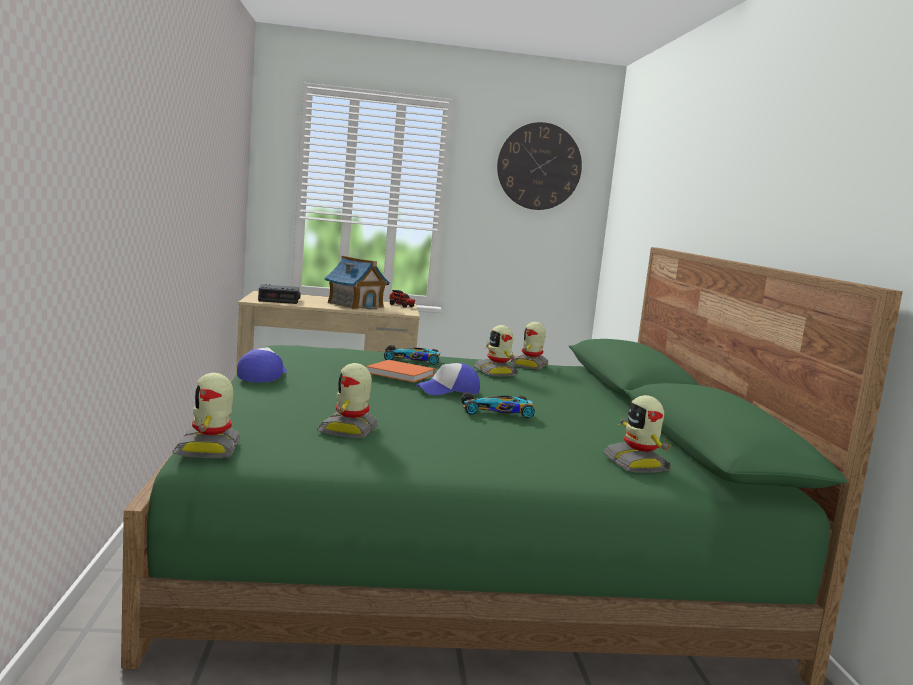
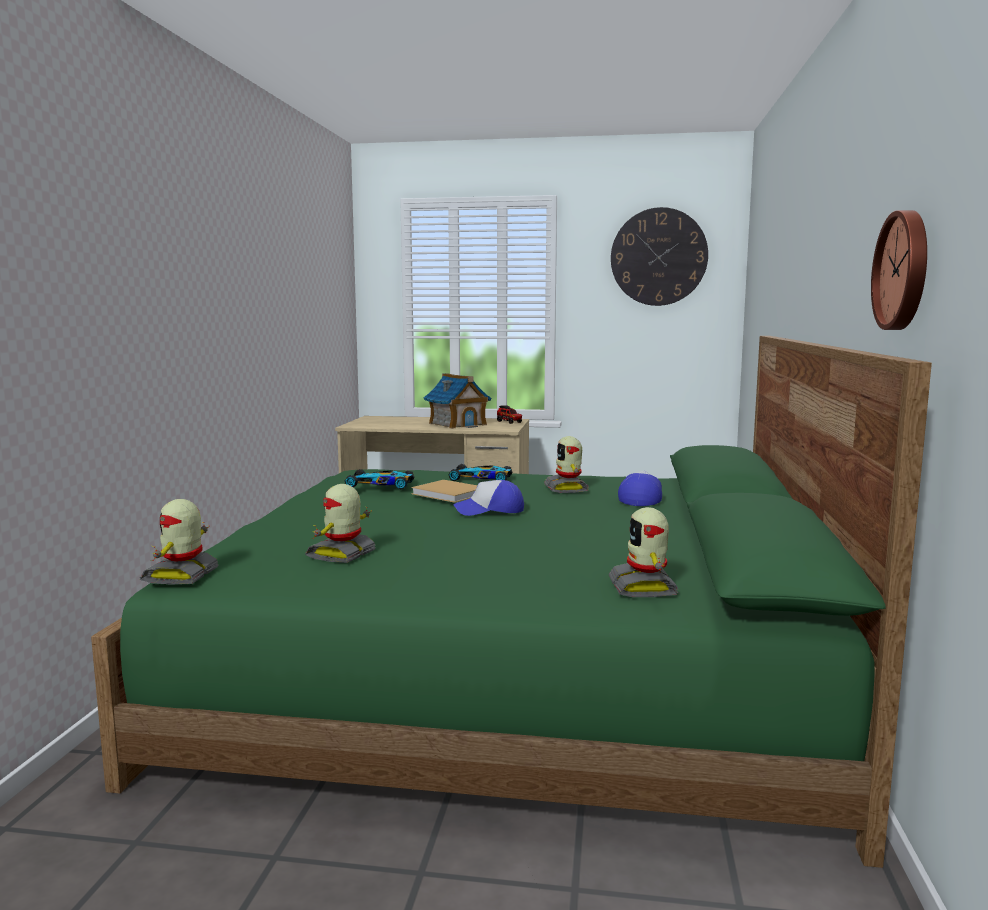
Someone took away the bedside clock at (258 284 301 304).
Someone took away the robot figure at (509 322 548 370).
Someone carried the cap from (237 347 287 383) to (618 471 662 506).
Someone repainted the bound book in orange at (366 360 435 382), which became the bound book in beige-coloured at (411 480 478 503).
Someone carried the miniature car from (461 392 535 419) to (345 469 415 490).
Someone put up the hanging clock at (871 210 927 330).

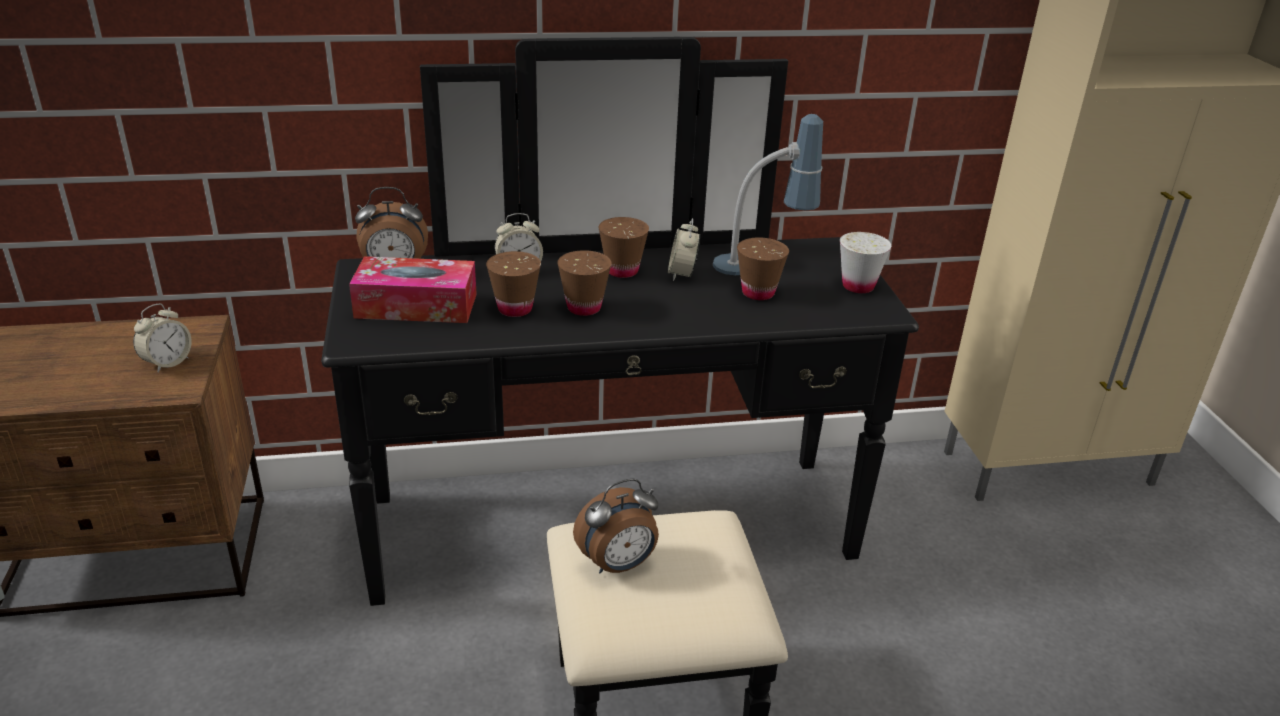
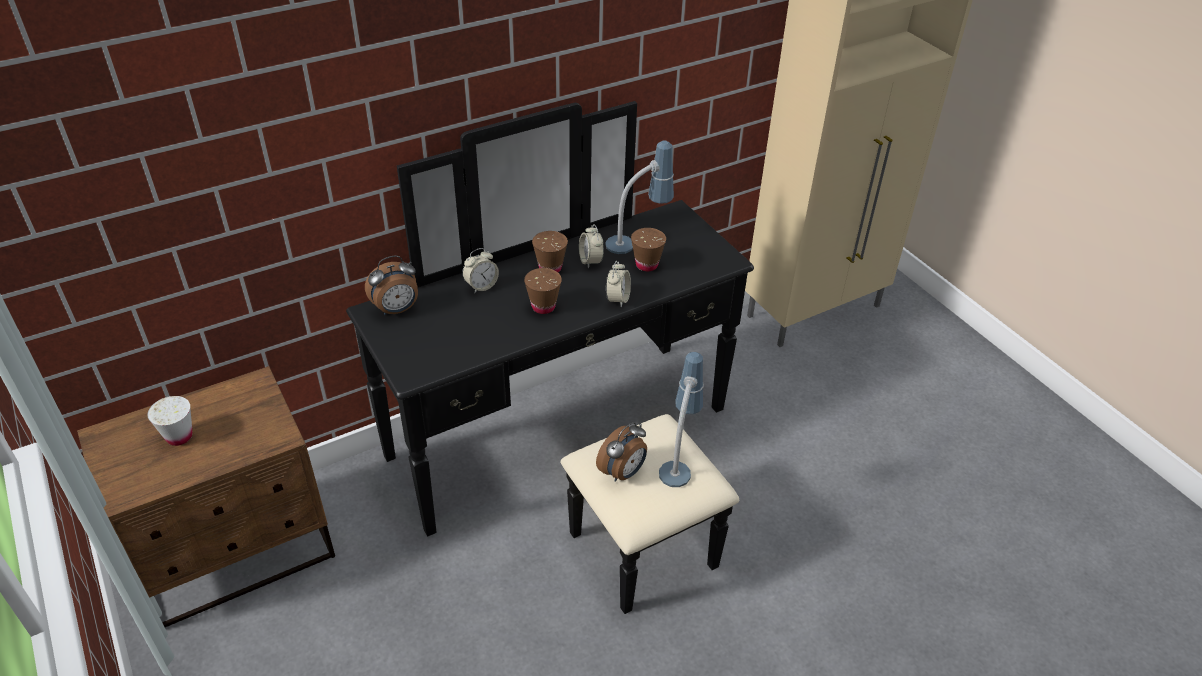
Someone carried the cup in whitish from (840 232 891 293) to (147 396 192 446).
Someone took away the cup in brown at (486 251 541 317).
Someone took away the box of tissues at (349 256 477 323).
Someone carried the bedside clock from (133 303 192 373) to (606 261 631 307).
Someone put down the tabletop lamp at (659 352 704 487).

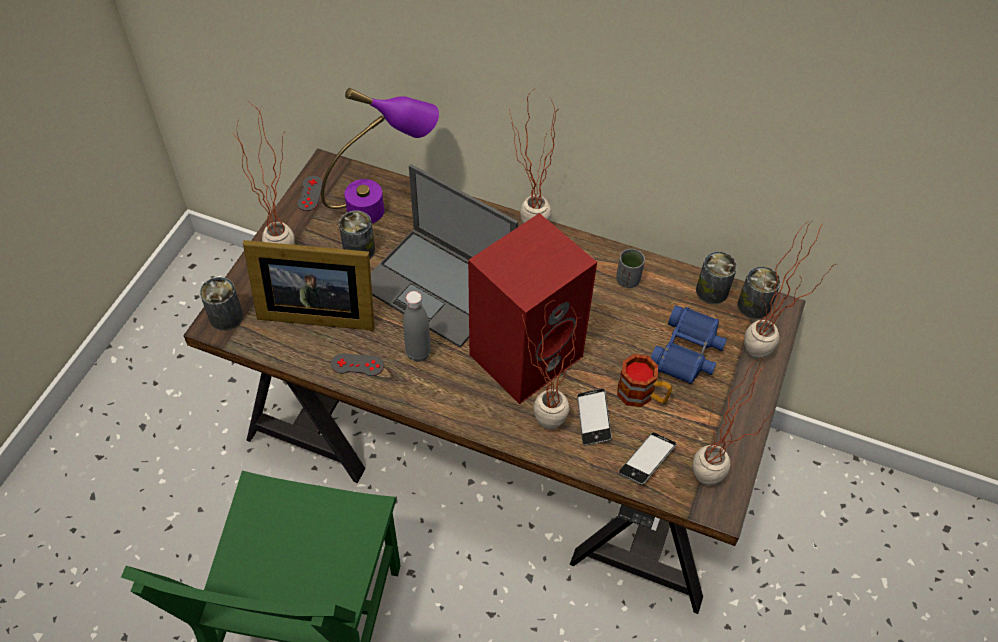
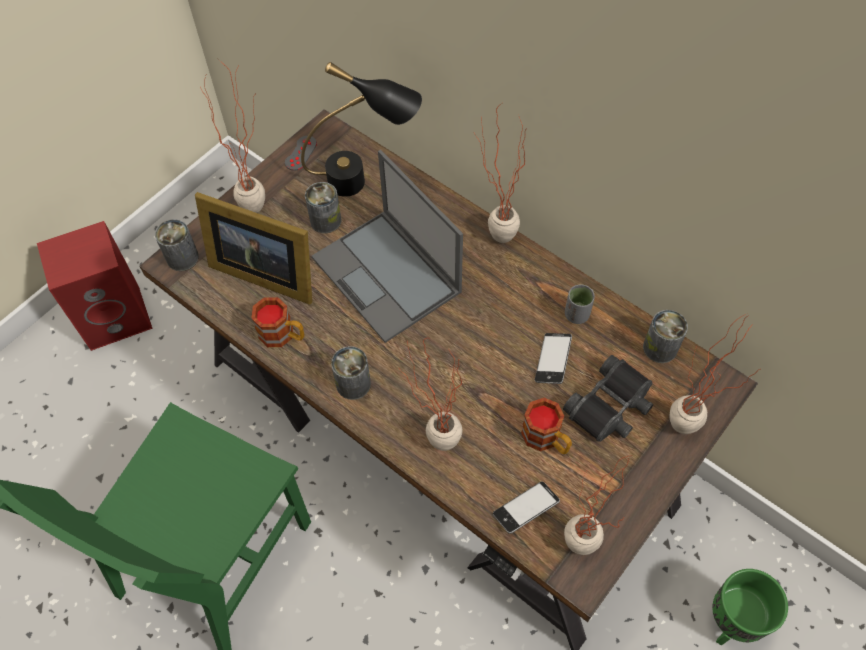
Someone repainted the tabletop lamp in purplish at (321 88 439 223), which became the tabletop lamp in black at (301 62 422 197).
Someone carried the speaker in reddish from (468 213 597 404) to (37 221 153 351).
Someone carried the sealed can from (738 266 781 319) to (331 346 371 400).
Someone took away the beverage bottle in greyish at (403 291 431 362).
Someone repainted the pair of binoculars in blue-coloured at (651 305 727 384), which became the pair of binoculars in black at (563 355 653 442).
Someone swapped the joypad in greyish at (331 353 384 376) for the mug at (252 297 304 347).
Someone carried the phone from (577 389 612 446) to (535 333 572 384).
Someone put down the planter in greenish at (712 569 788 645).

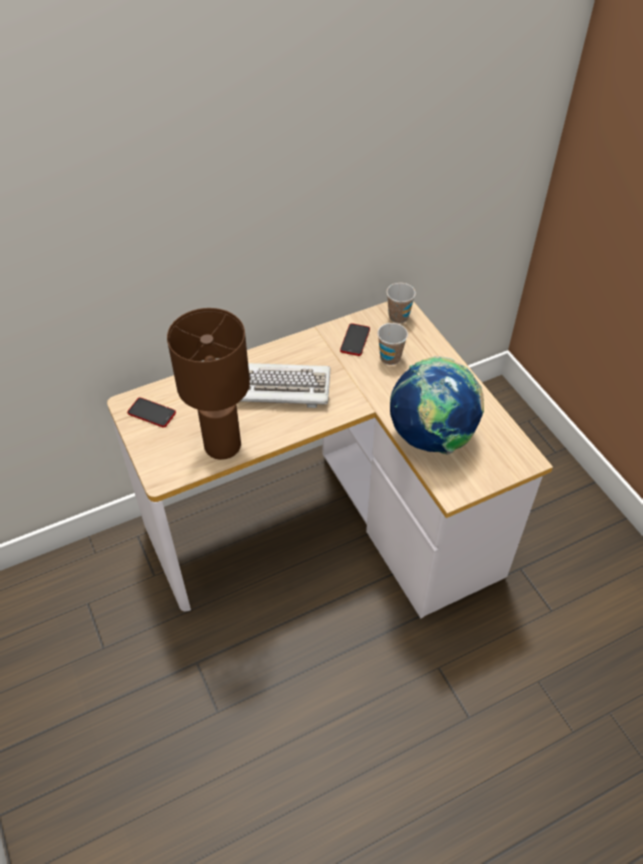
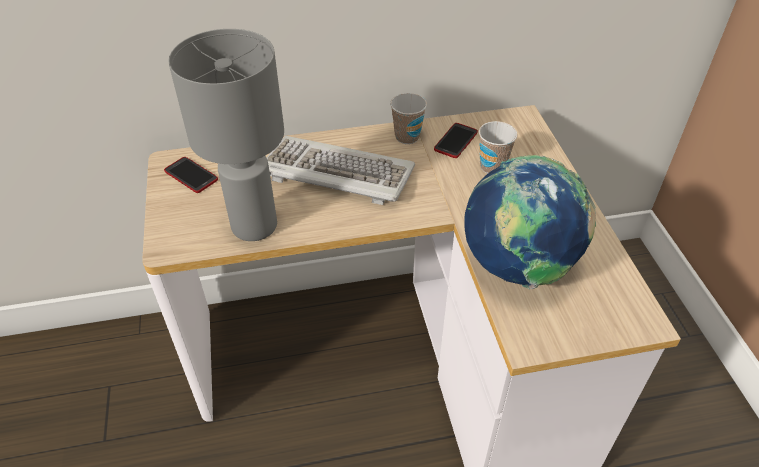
Someone carried the cup from (387 283 416 323) to (390 93 427 144).
Someone repainted the tabletop lamp in brown at (167 308 250 460), which became the tabletop lamp in greyish at (168 29 284 241).

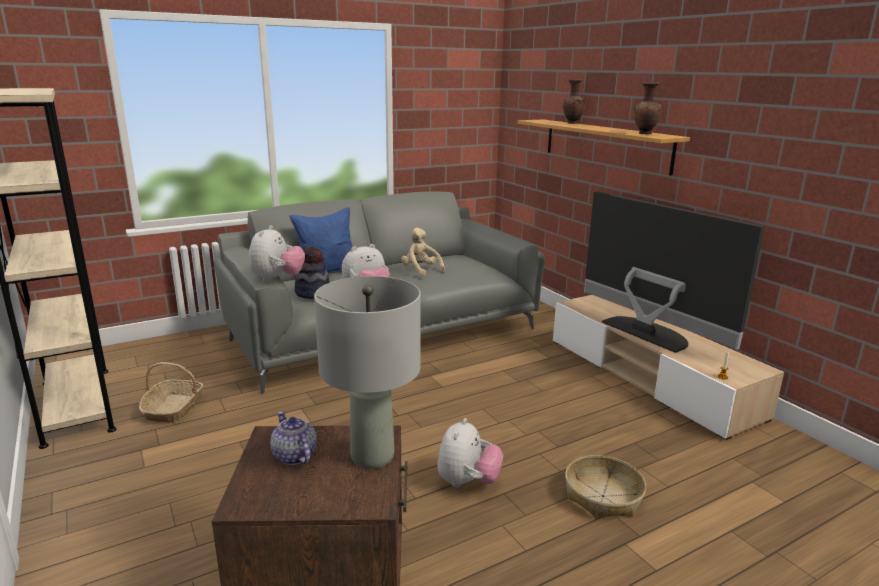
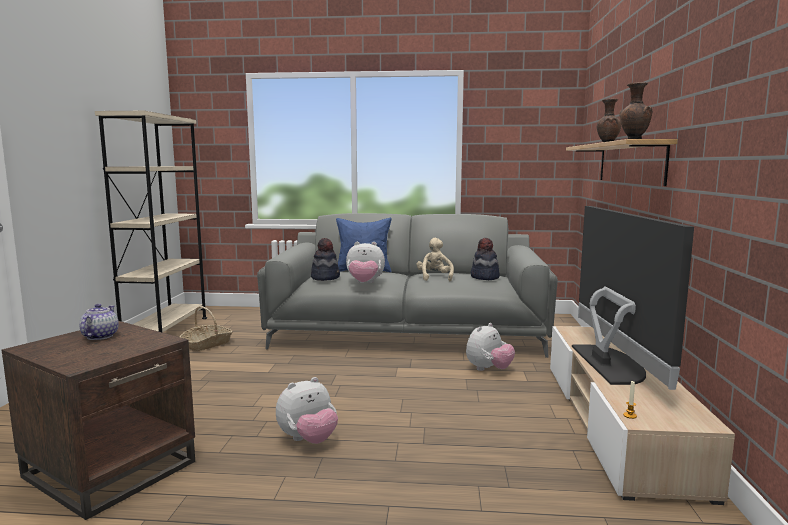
Someone carried the soft toy from (249 225 305 282) to (466 323 515 371).
Someone took away the tabletop lamp in greyish at (314 276 421 469).
Someone took away the storage basket at (565 455 647 519).
Someone put down the clothing hat at (471 238 500 280).

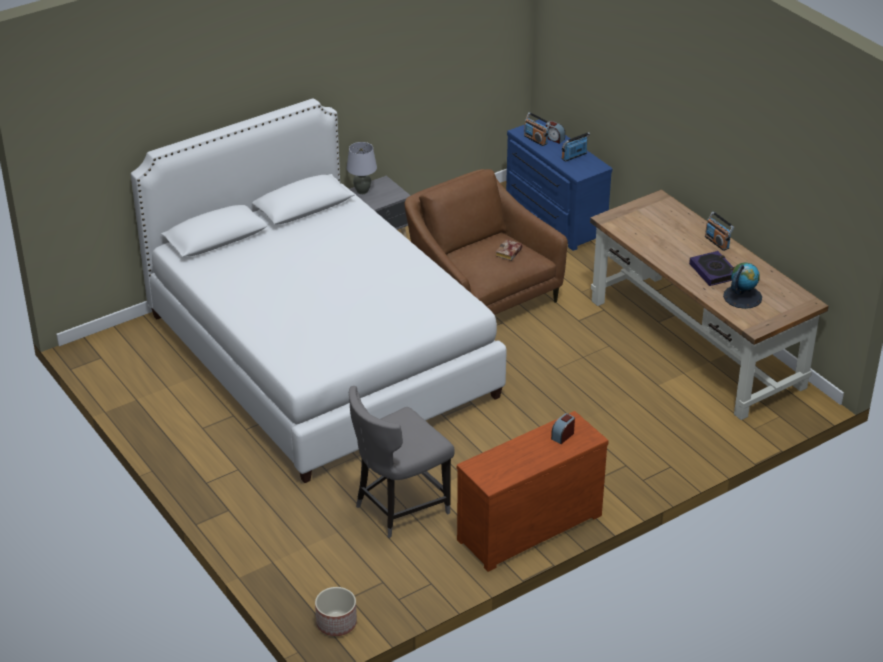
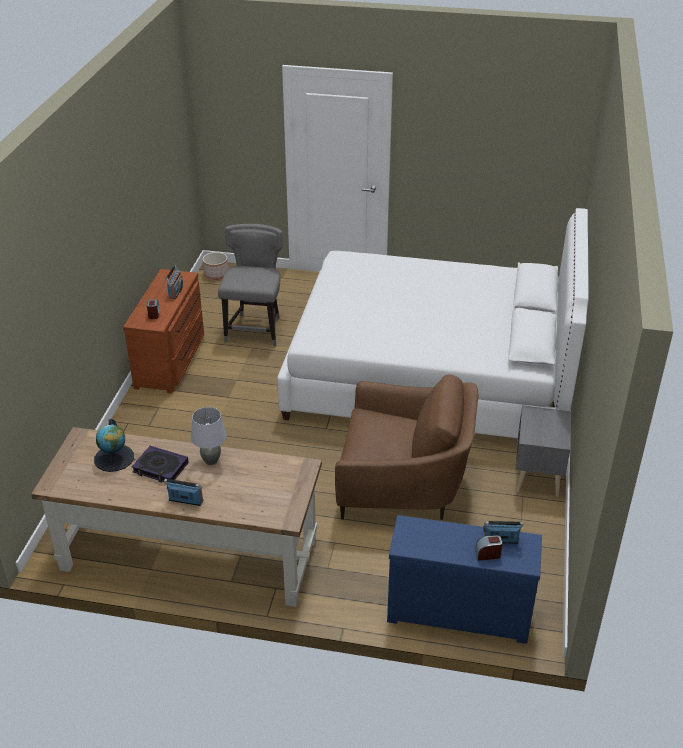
Someone carried the radio from (561 132 590 162) to (165 265 183 299).
Someone carried the tabletop lamp in greyish from (347 142 377 194) to (191 407 227 465).
Someone took away the bound book at (496 239 522 261).

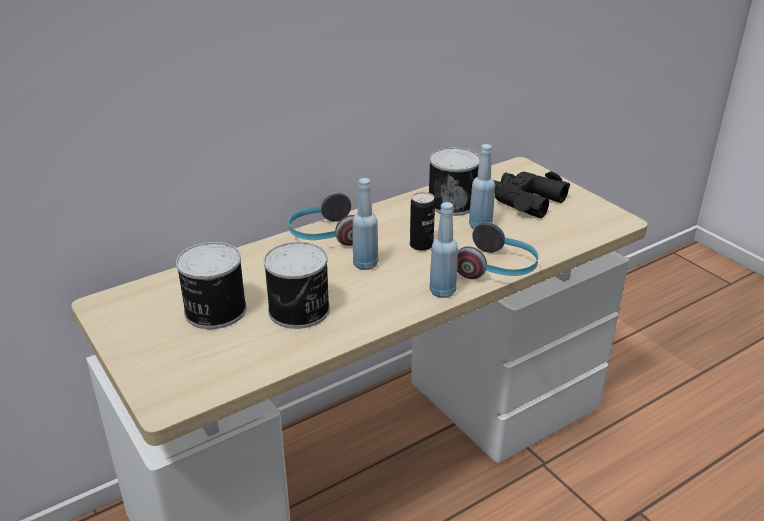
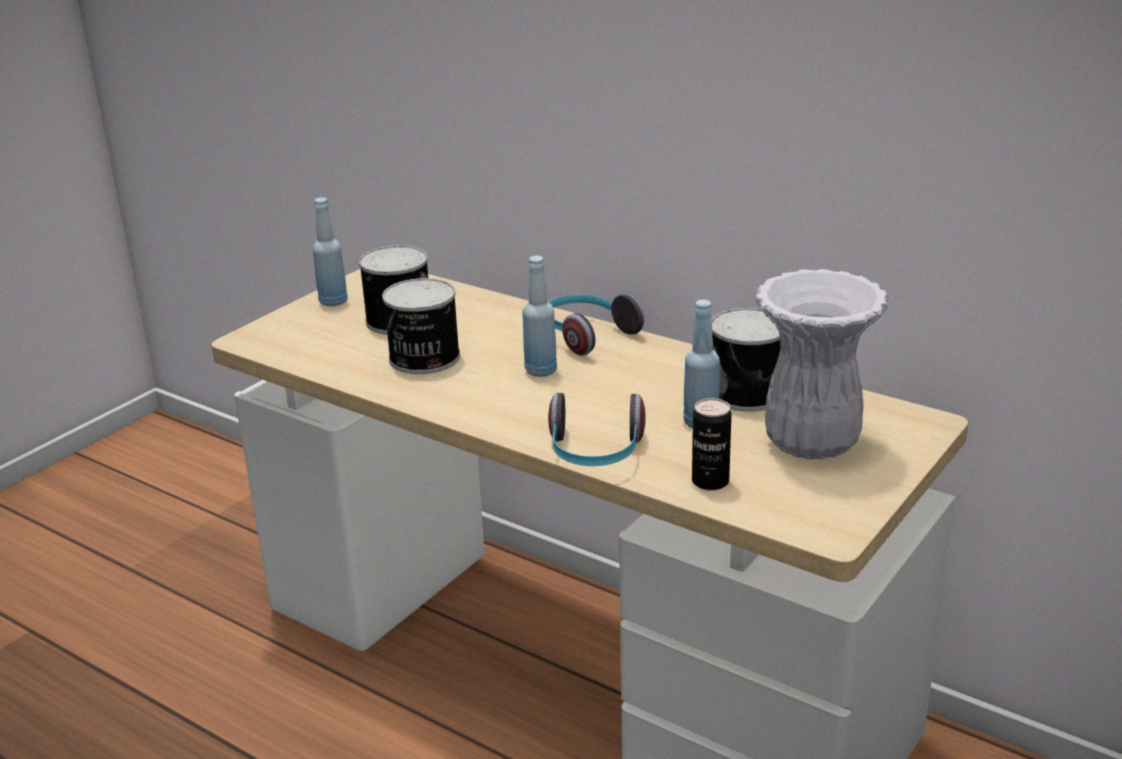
Someone swapped the pair of binoculars in black at (494 172 570 219) for the decorative vase in whitish at (755 269 889 459).
Someone carried the sealed can from (410 192 435 251) to (692 398 731 491).
Someone carried the beverage bottle in blue-coloured from (429 202 458 298) to (313 197 348 306).

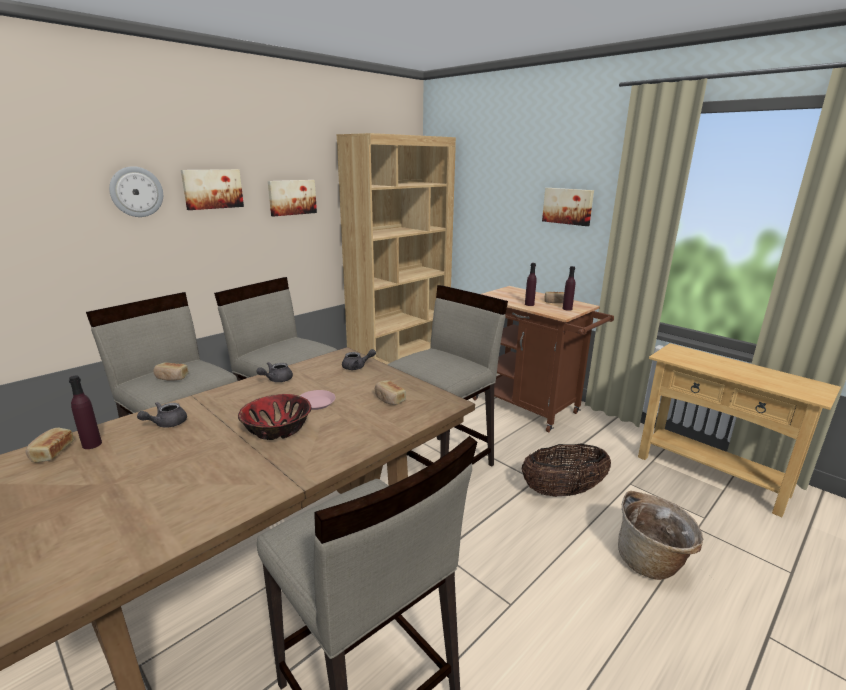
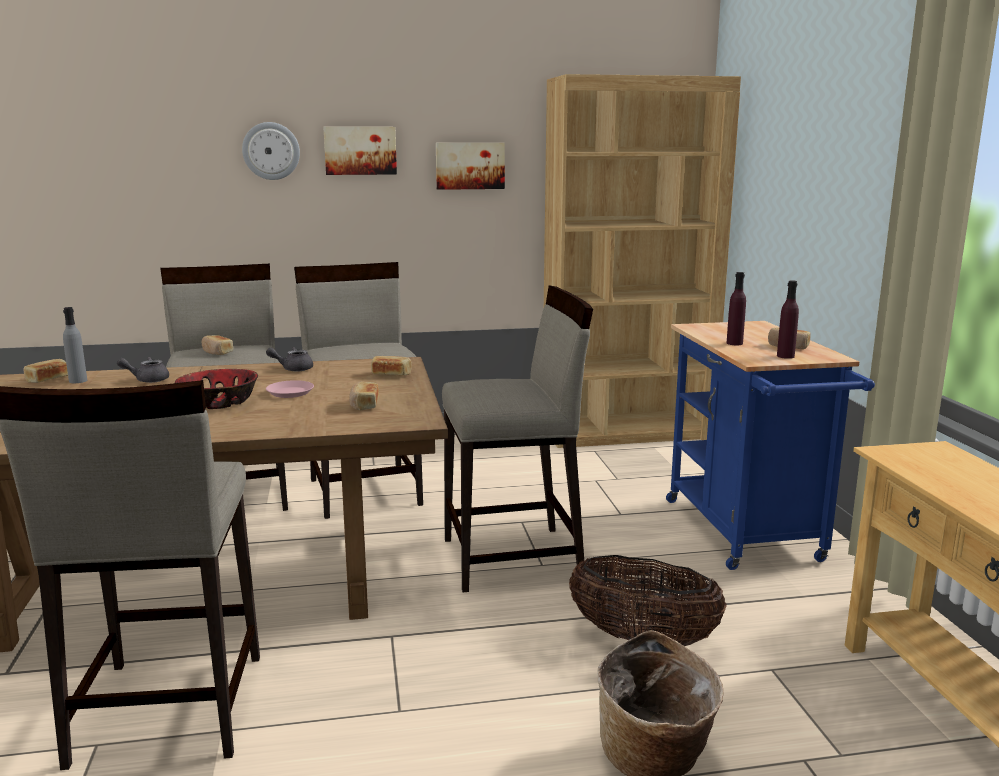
Someone took away the wall picture at (542 188 594 226).
Someone repainted the wheeled cart in brown at (473 286 614 432), which became the wheeled cart in blue-coloured at (666 321 875 570).
Someone swapped the teapot in greyish at (342 349 376 370) for the bakery bread at (371 356 412 376).
Someone repainted the beverage bottle in purplish at (69 376 102 449), which became the beverage bottle in greyish at (63 307 87 383).

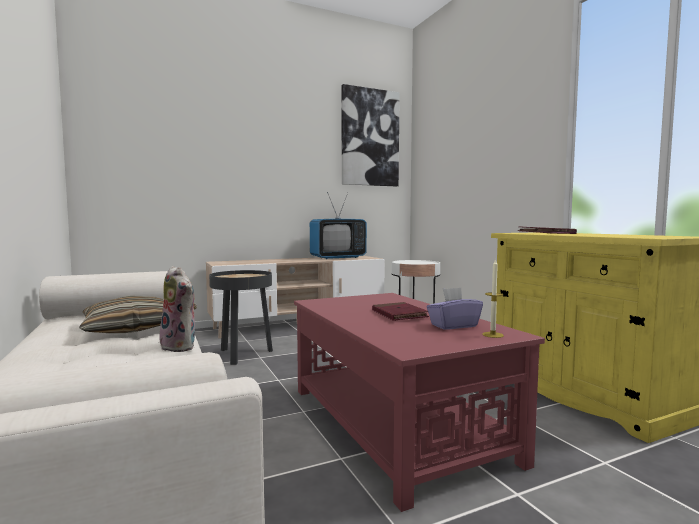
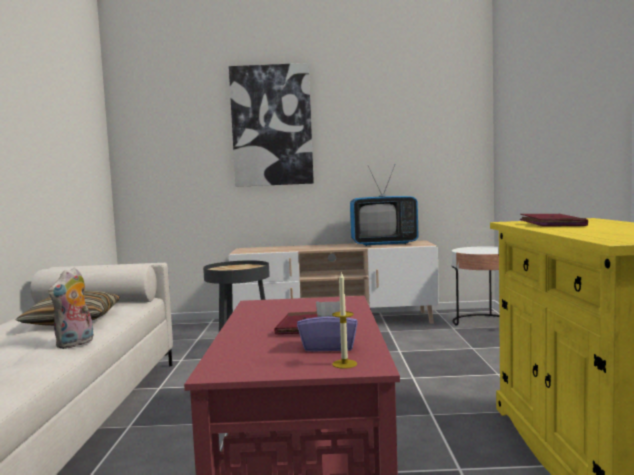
Someone carried the wall picture from (342 84 400 187) to (229 63 314 187).
Someone rotated the soft toy at (157 266 197 352) by 45 degrees clockwise.

